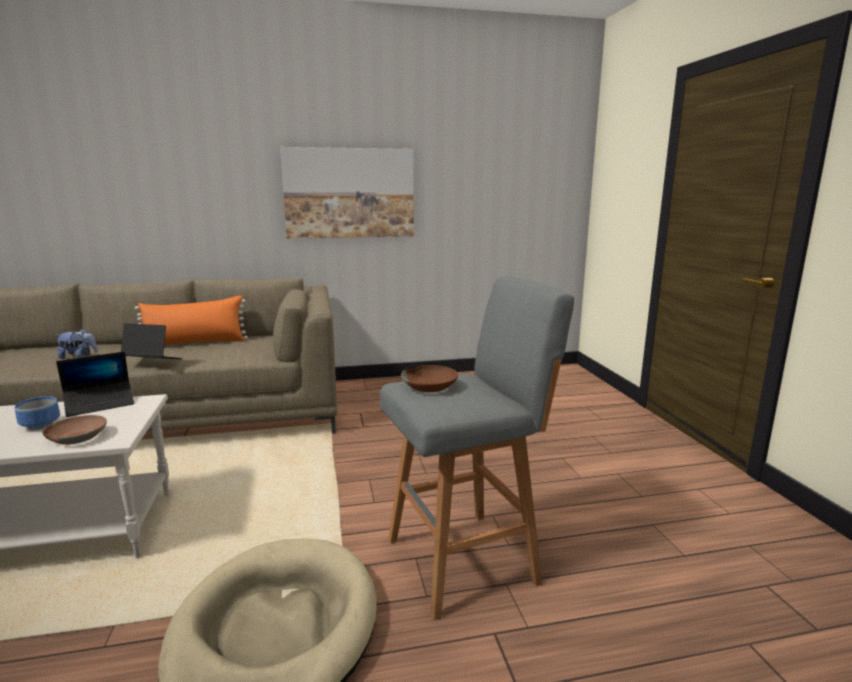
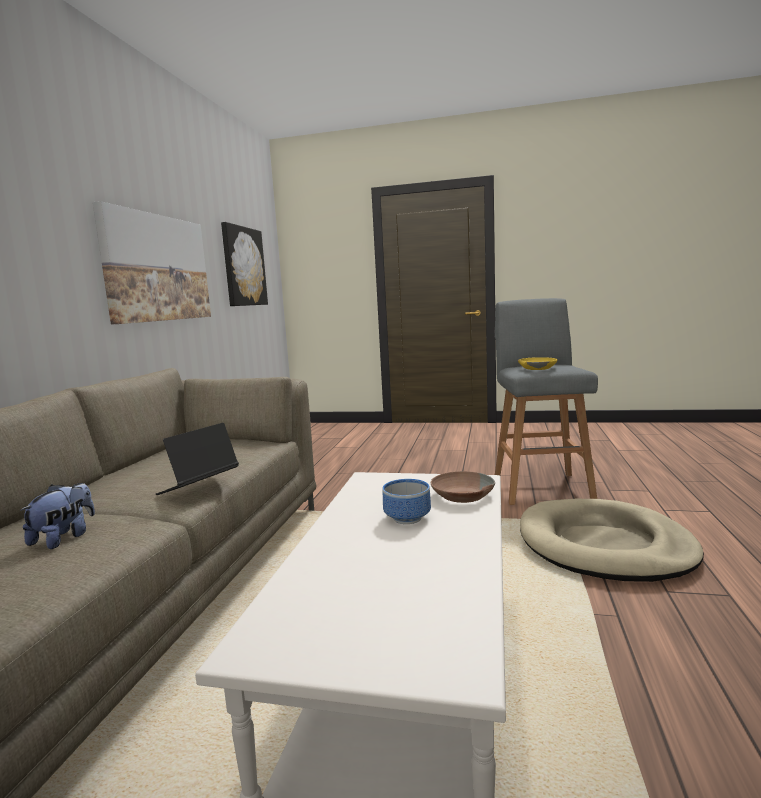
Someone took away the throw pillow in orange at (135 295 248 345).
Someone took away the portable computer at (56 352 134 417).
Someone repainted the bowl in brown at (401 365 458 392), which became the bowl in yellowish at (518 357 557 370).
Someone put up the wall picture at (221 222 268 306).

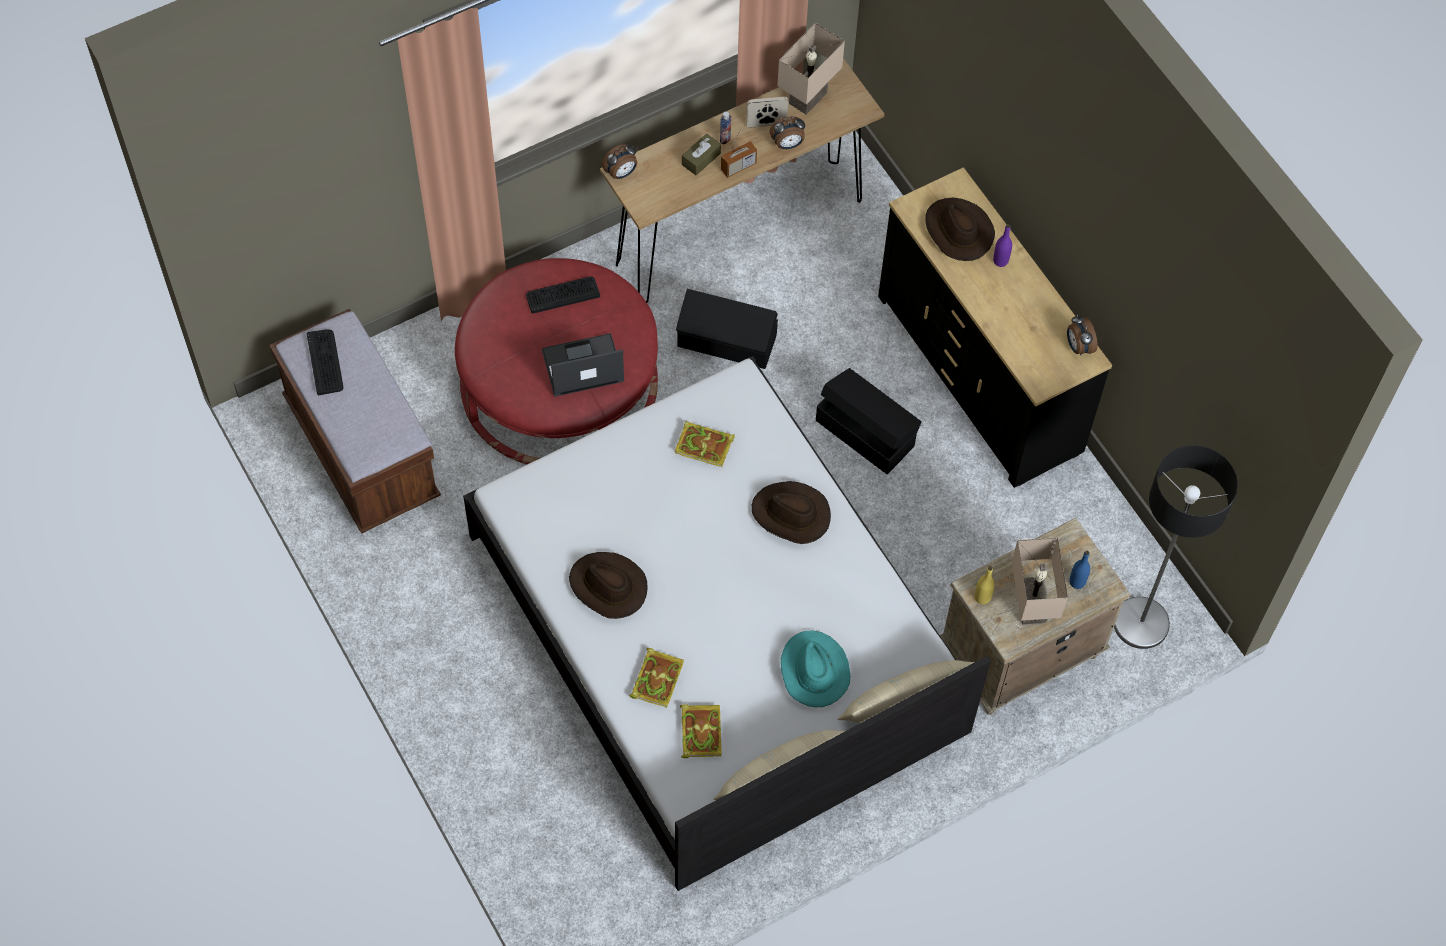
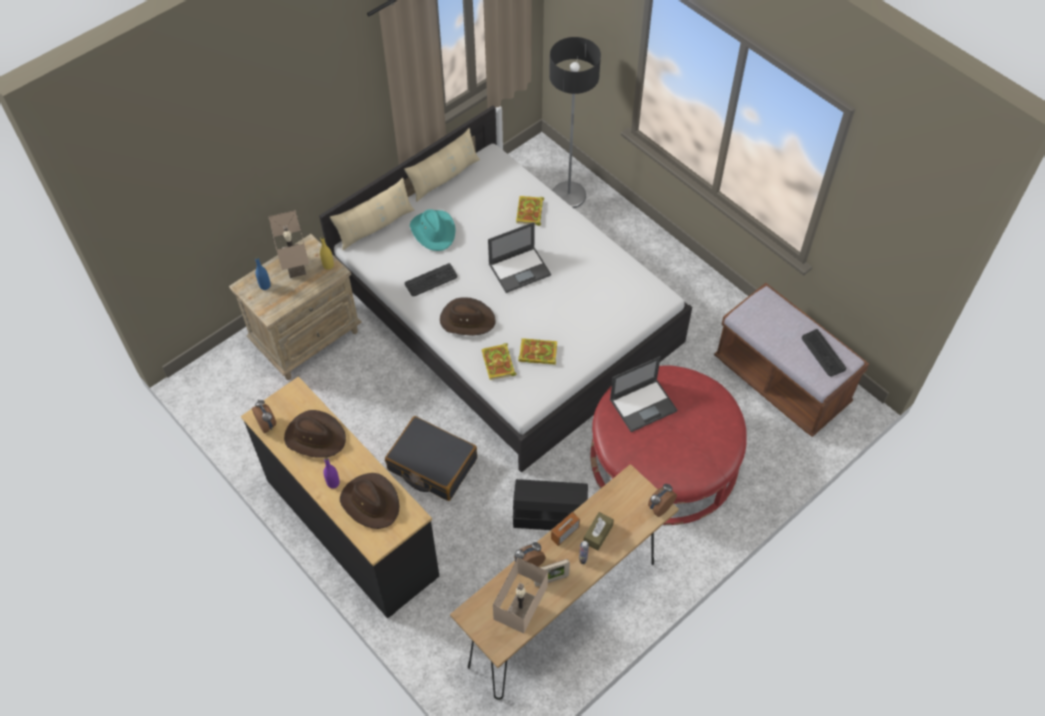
Someone carried the keyboard from (526 277 600 313) to (405 263 457 296).
Someone swapped the storage bin in black at (816 368 922 474) for the travel case in black at (385 416 477 501).
Someone carried the standing lamp from (1114 445 1238 649) to (549 37 601 208).
Someone carried the clothing hat in brown from (569 552 648 619) to (284 410 346 458).
Someone carried the bound book from (680 704 722 758) to (482 343 516 380).
Someone put down the portable computer at (488 222 551 293).

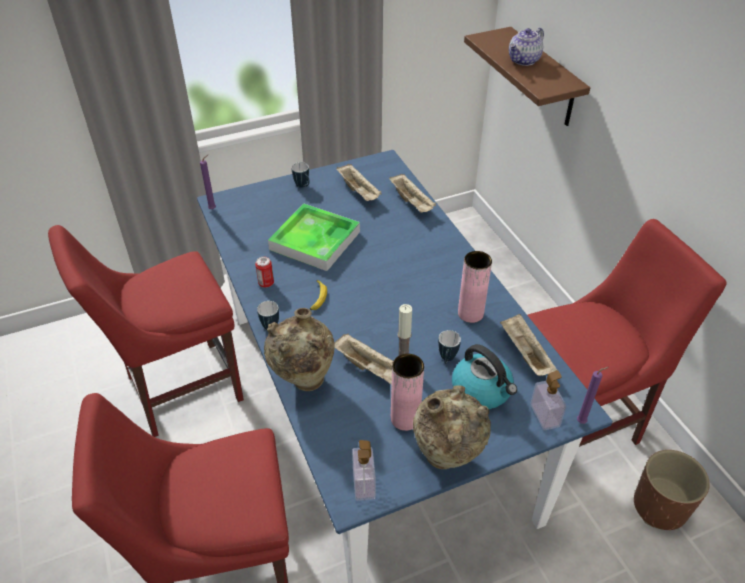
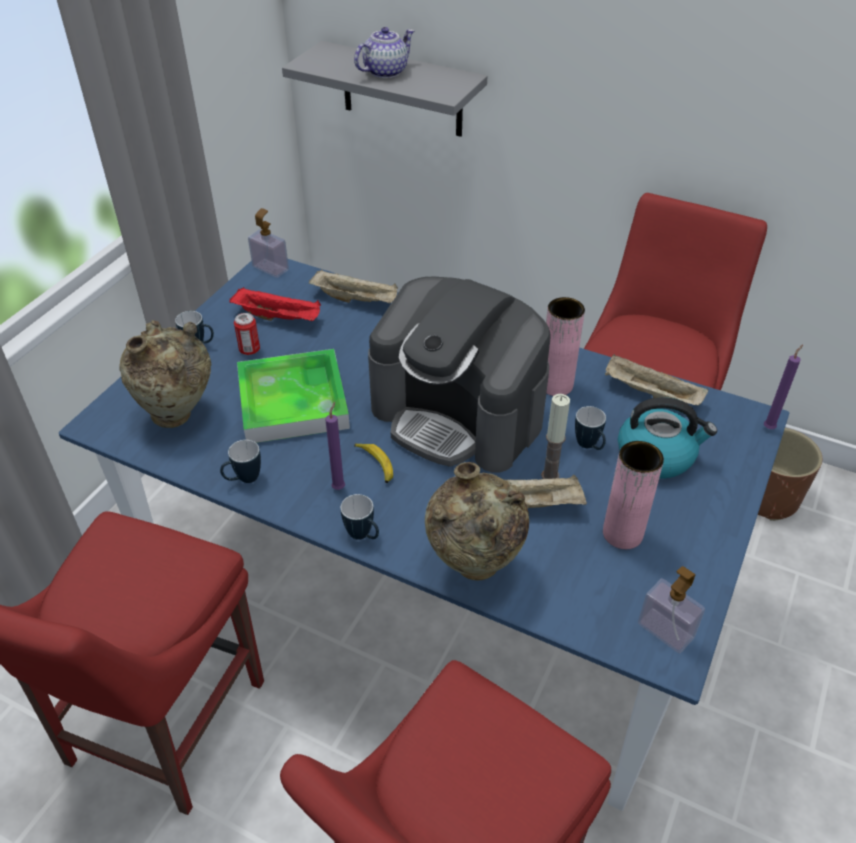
Someone repainted the shelf in brown at (464 27 590 126), which became the shelf in greyish at (282 41 487 137).
Someone rotated the teapot at (509 28 544 66) by 135 degrees counterclockwise.
Someone carried the candle in purplish from (200 154 216 210) to (325 402 345 490).
Someone repainted the tray in beige-coloured at (337 164 382 201), which became the tray in reddish at (229 287 321 321).
Someone carried the sealed can from (255 257 274 288) to (234 313 260 355).
Someone carried the soap bottle from (531 370 566 430) to (248 208 289 278).
Someone carried the decorative vase in beige-coloured from (413 385 491 469) to (119 320 212 428).
Someone put down the coffee maker at (368 277 551 472).
Someone put down the mug at (220 440 261 483).

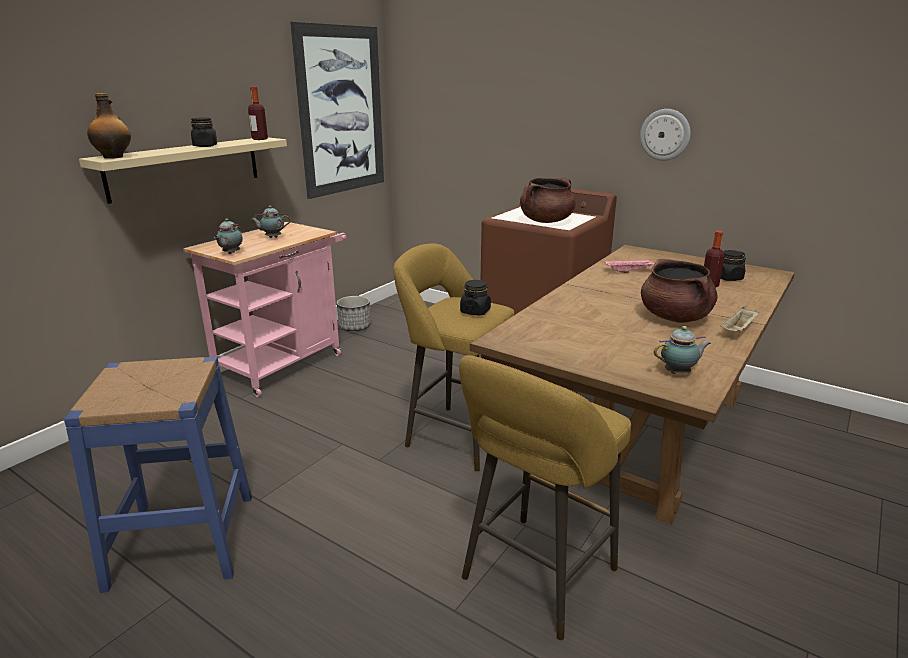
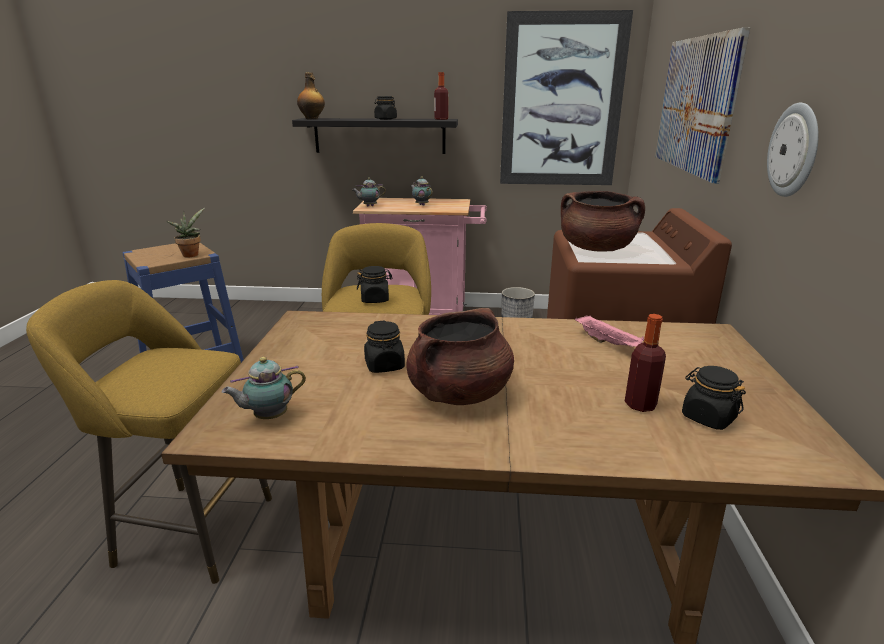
Someone repainted the shelf in beige-coloured at (79 138 287 204), which became the shelf in black at (292 118 458 154).
Someone took away the tray in beige-coloured at (721 307 759 332).
Someone rotated the teapot at (654 326 711 374) by 105 degrees clockwise.
Someone put up the wall picture at (655 27 750 184).
Someone put down the houseplant at (166 208 205 257).
Someone put down the storage jar in black at (364 320 405 373).

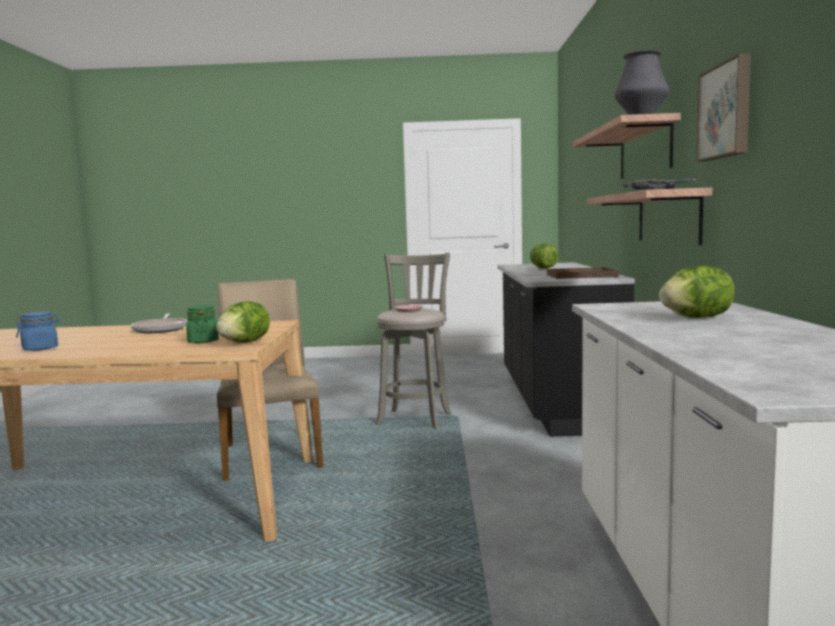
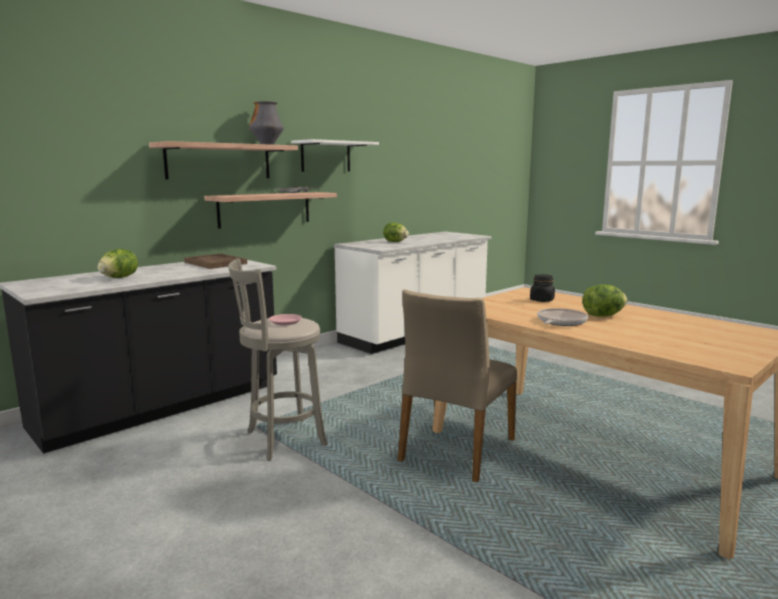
Someone swapped the wall picture at (697 53 751 162) for the shelf in whitish at (291 139 379 172).
Someone carried the lettuce head from (216 301 270 343) to (582 284 627 317).
Someone repainted the storage jar in greenish at (186 305 219 343), which became the storage jar in black at (530 274 555 302).
Someone took away the storage jar in blue-coloured at (16 312 61 351).

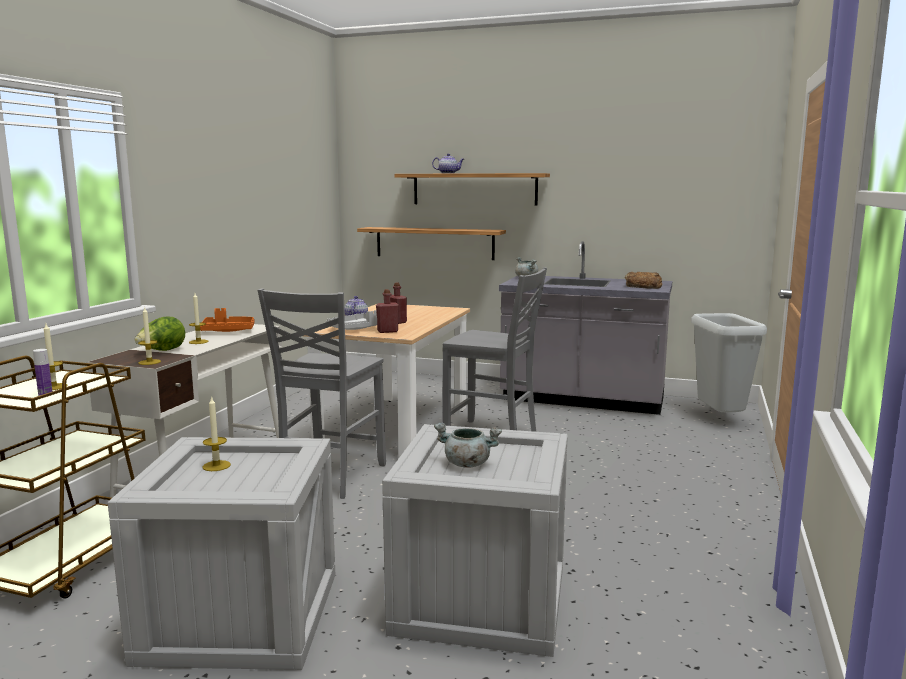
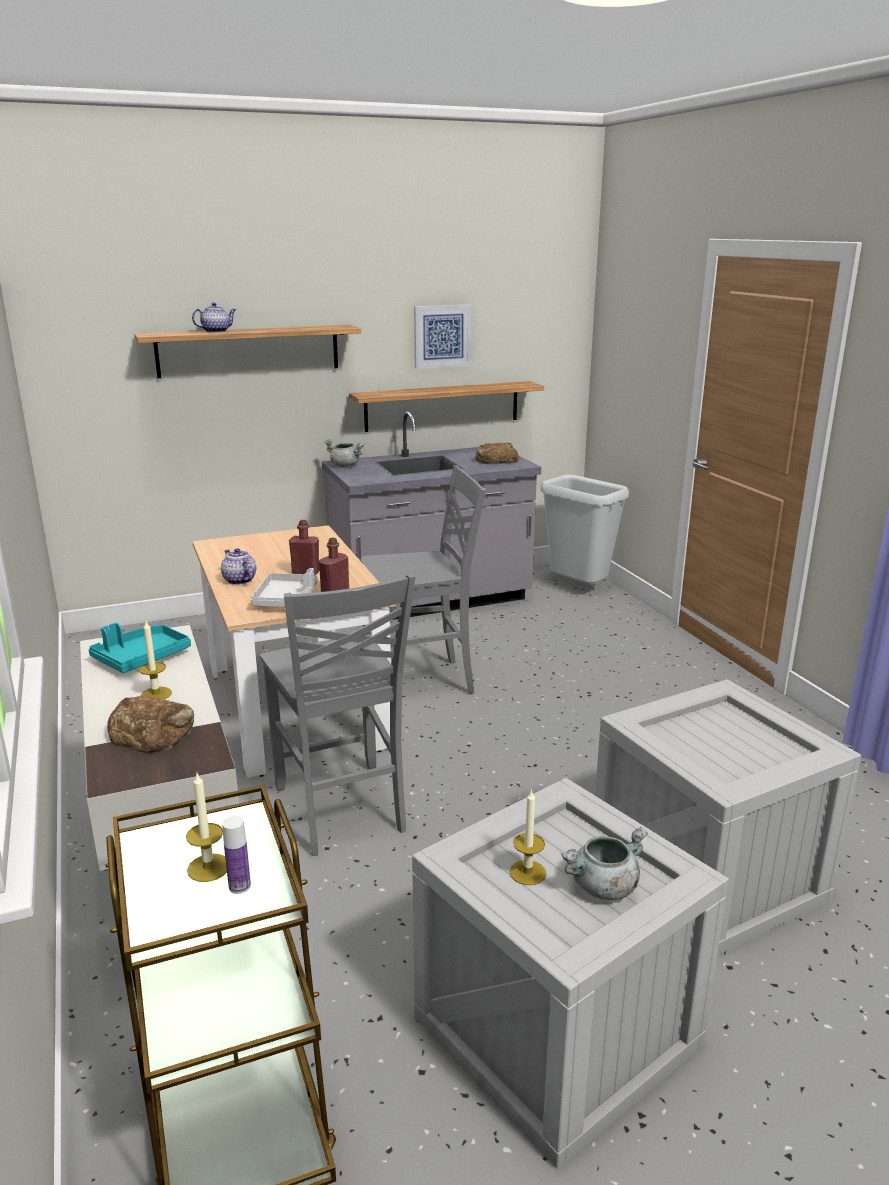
Someone carried the shelf from (357 227 506 260) to (349 381 544 432).
Someone took away the candle at (138 306 161 365).
Someone repainted the tray in orange at (200 308 254 332), which became the tray in turquoise-coloured at (88 623 191 673).
Someone swapped the lettuce head at (134 316 185 351) for the bakery bread at (107 696 194 753).
Someone carried the saucepot in greyish from (434 423 502 468) to (561 827 648 900).
Someone put up the wall picture at (414 304 471 369).

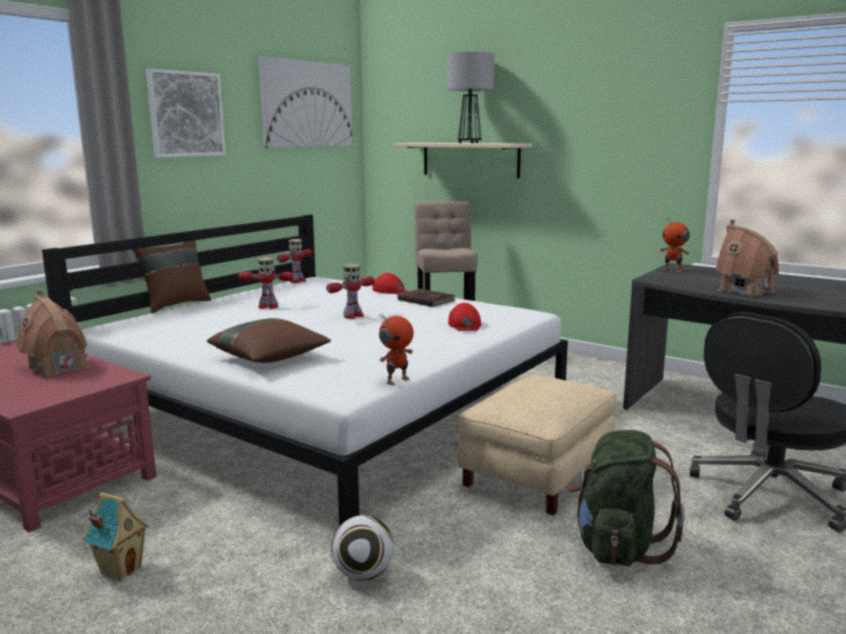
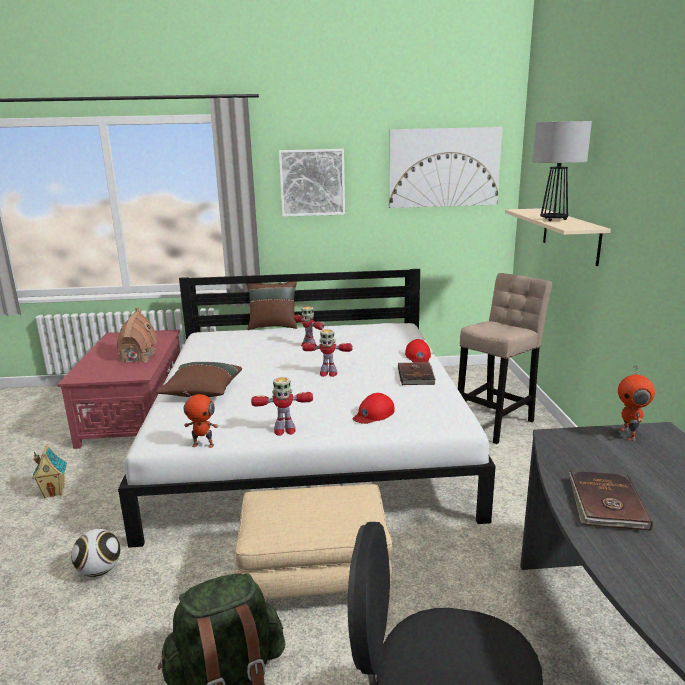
Someone swapped the model house at (716 219 779 296) for the bound book in brown at (569 471 653 531).
Someone carried the robot figure from (277 239 312 283) to (251 377 313 436).

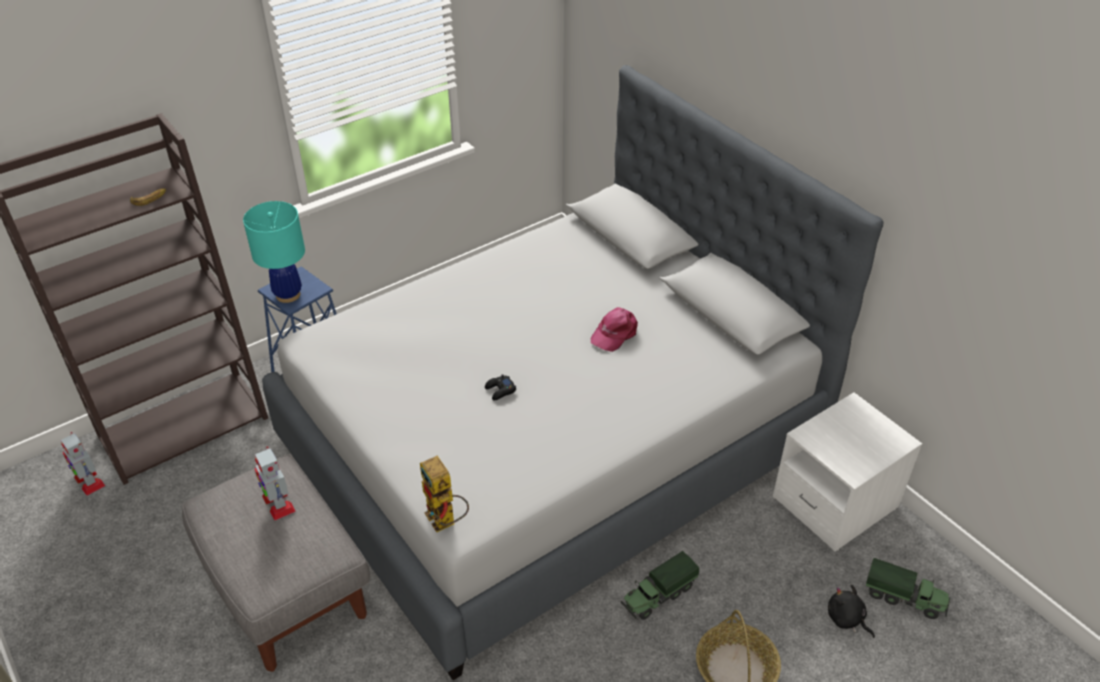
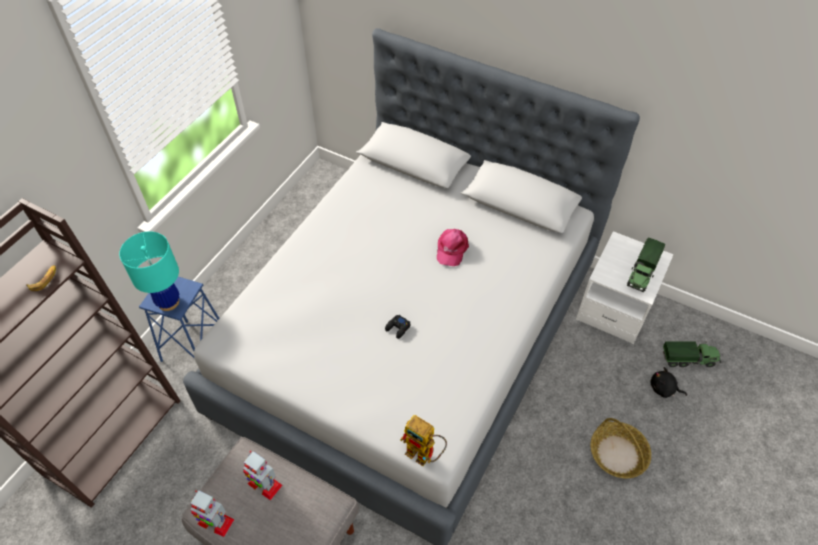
Someone carried the robot figure from (61 432 105 496) to (190 490 234 537).
Someone carried the toy lorry from (621 551 699 620) to (627 238 665 292).

